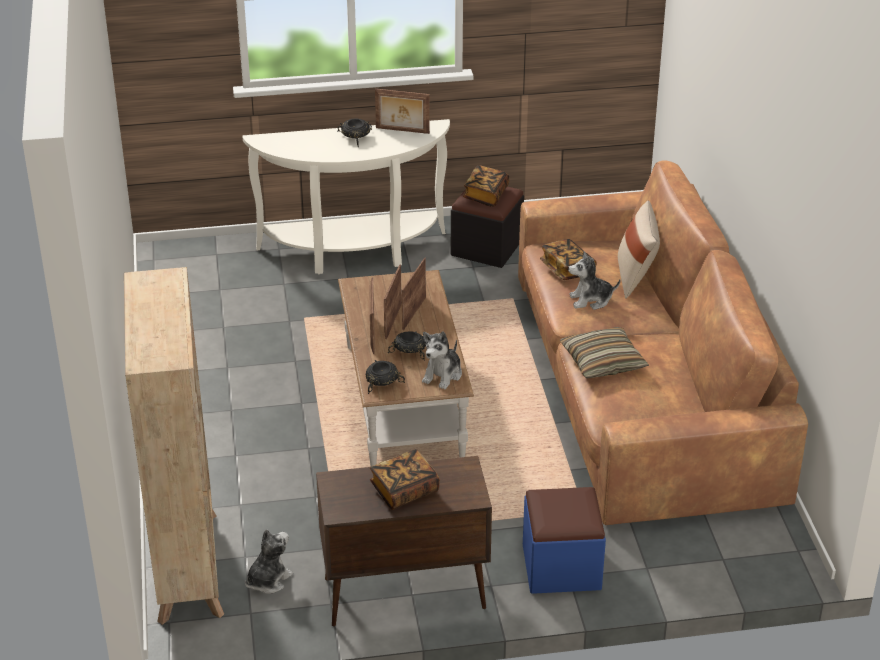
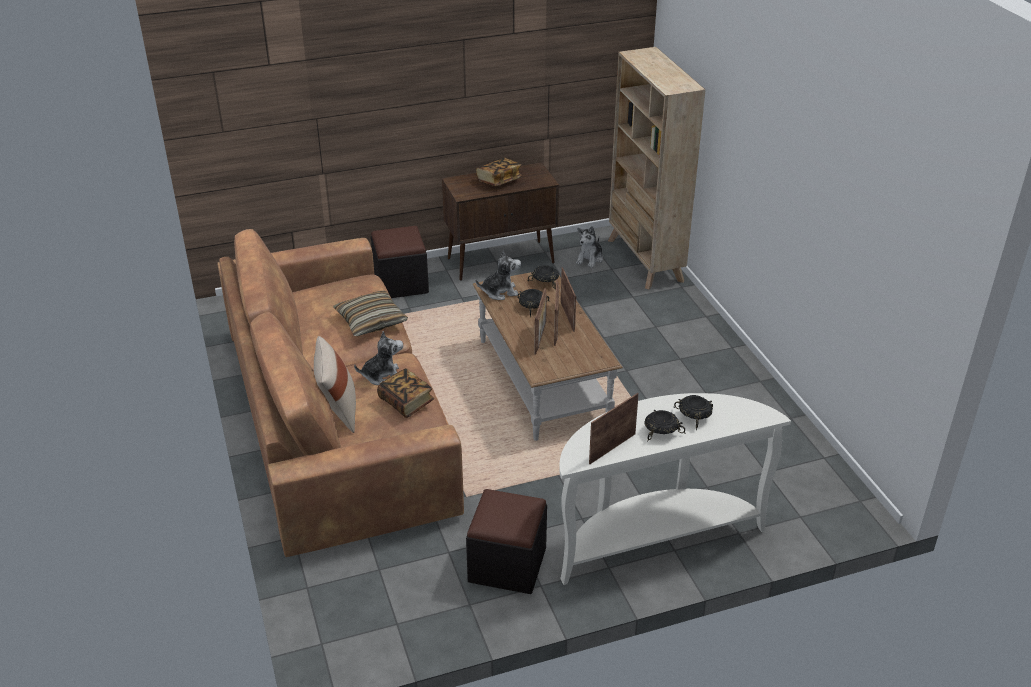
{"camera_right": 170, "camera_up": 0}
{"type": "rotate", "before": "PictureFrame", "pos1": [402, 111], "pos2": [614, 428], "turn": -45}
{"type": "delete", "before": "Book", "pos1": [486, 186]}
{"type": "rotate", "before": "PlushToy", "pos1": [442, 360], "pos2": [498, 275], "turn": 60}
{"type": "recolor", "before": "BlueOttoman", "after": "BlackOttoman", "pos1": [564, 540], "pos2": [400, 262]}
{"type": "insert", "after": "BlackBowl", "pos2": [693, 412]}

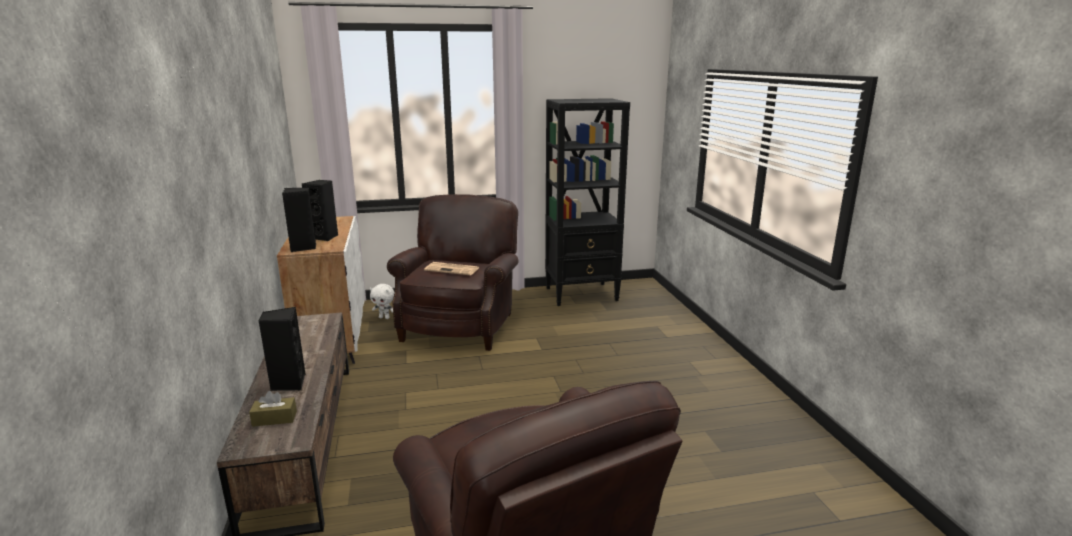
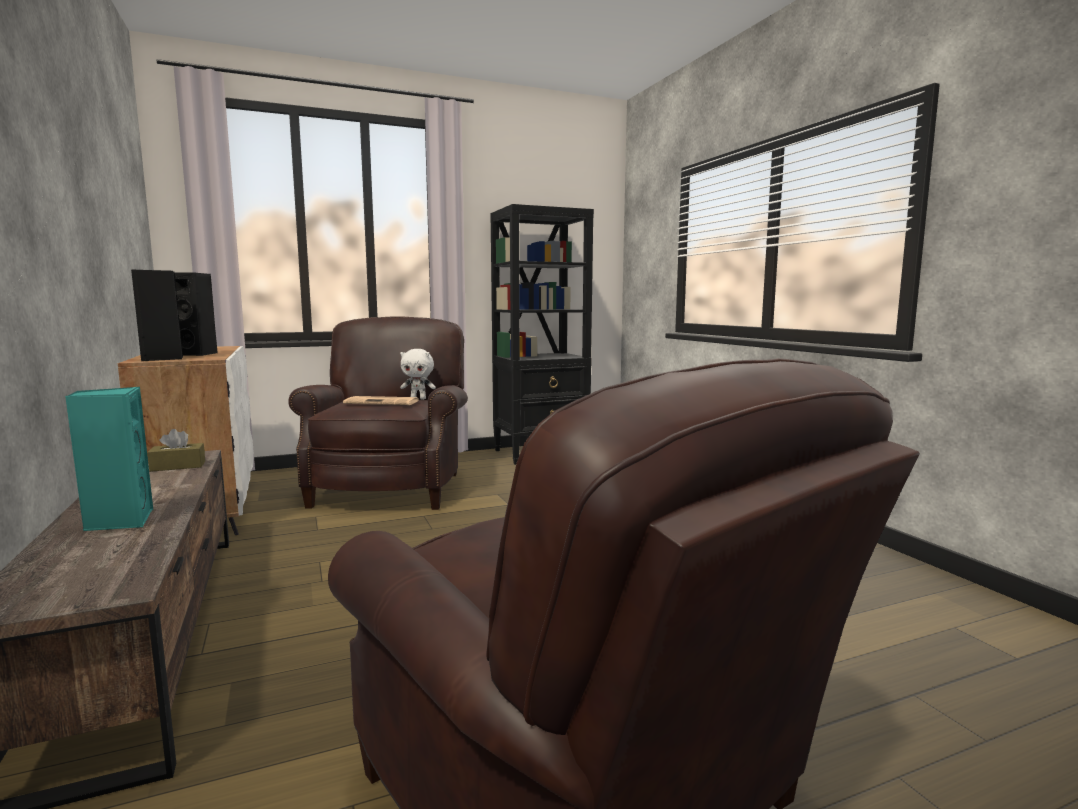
{"camera_right": -10, "camera_up": -10}
{"type": "move", "before": "WhitePlushToy", "pos1": [382, 301], "pos2": [418, 374]}
{"type": "recolor", "before": "BlackSpeaker", "after": "TurquoiseSpeaker", "pos1": [282, 349], "pos2": [109, 459]}
{"type": "move", "before": "BrownTissueBox", "pos1": [273, 409], "pos2": [176, 450]}

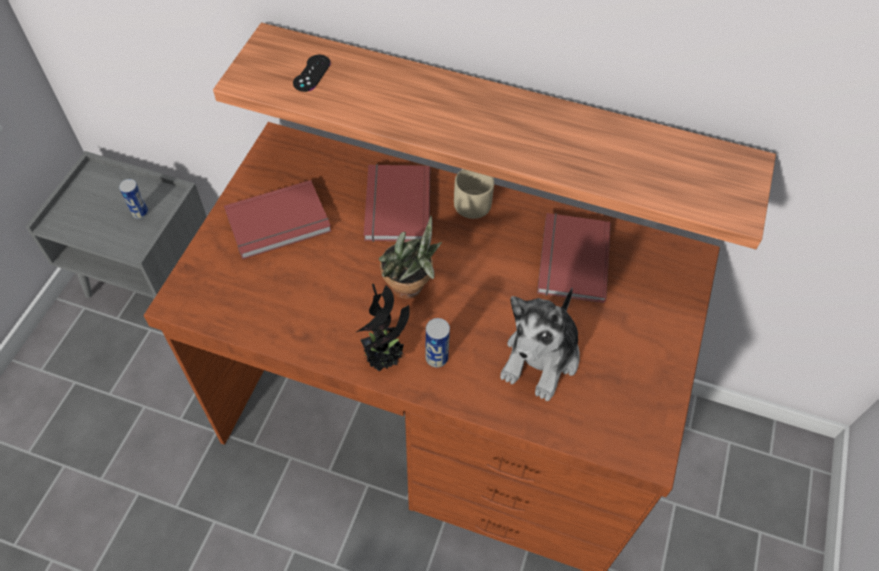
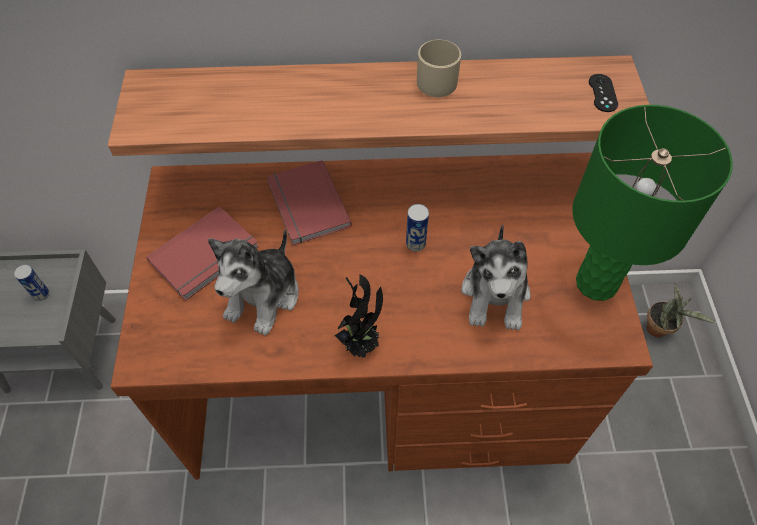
{"camera_right": -20, "camera_up": 0}
{"type": "move", "before": "BlackGameController", "pos1": [312, 73], "pos2": [603, 93]}
{"type": "move", "before": "BeigeMug", "pos1": [474, 194], "pos2": [439, 68]}
{"type": "delete", "before": "RedBook", "pos1": [574, 258]}
{"type": "move", "before": "PottedPlant", "pos1": [410, 257], "pos2": [681, 310]}
{"type": "move", "before": "Can", "pos1": [437, 343], "pos2": [417, 228]}
{"type": "insert", "after": "GreenTableLamp", "pos2": [652, 203]}
{"type": "insert", "after": "PlushToy", "pos2": [253, 282]}

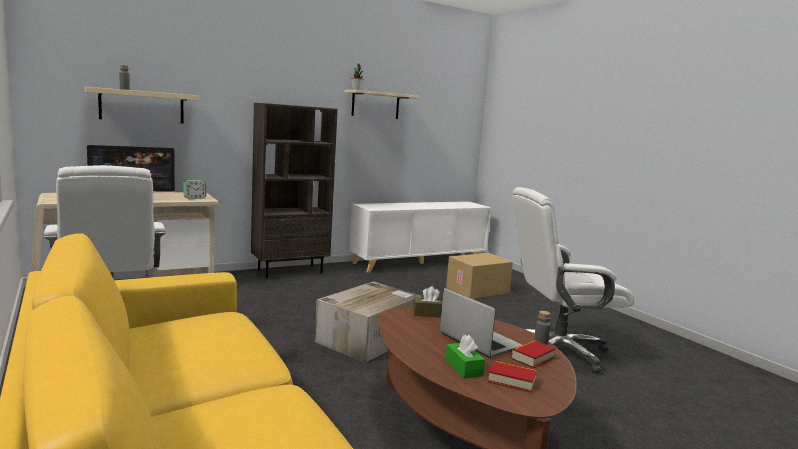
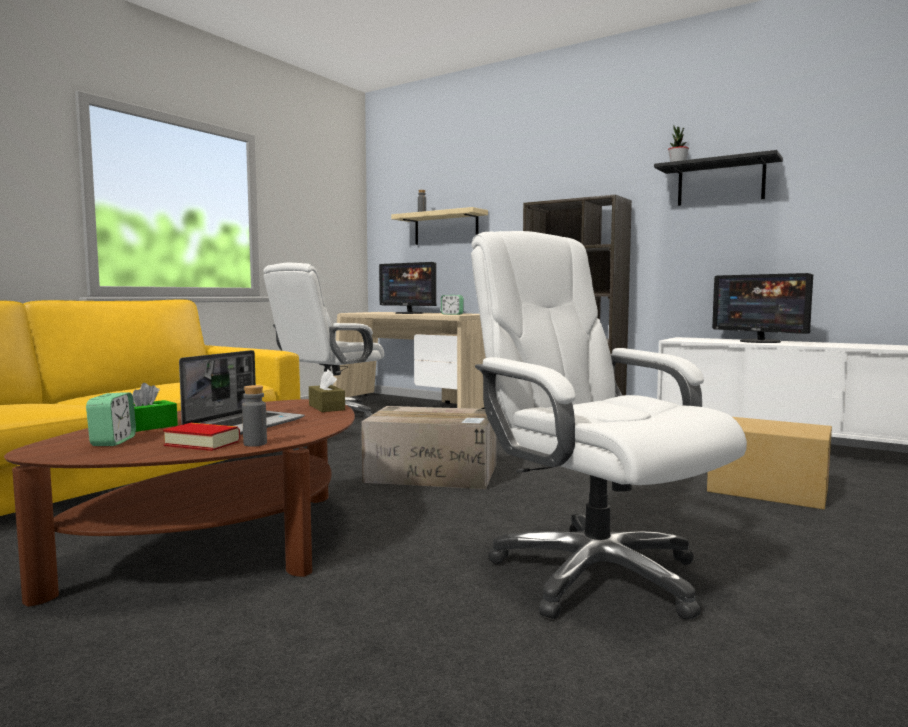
{"camera_right": 65, "camera_up": -5}
{"type": "recolor", "before": "BeigeShelf", "after": "BlackShelf", "pos1": [382, 104], "pos2": [718, 178]}
{"type": "replace", "before": "Book", "after": "AlarmClock", "pos1": [512, 376], "pos2": [111, 419]}
{"type": "insert", "after": "Monitor", "pos2": [762, 308]}

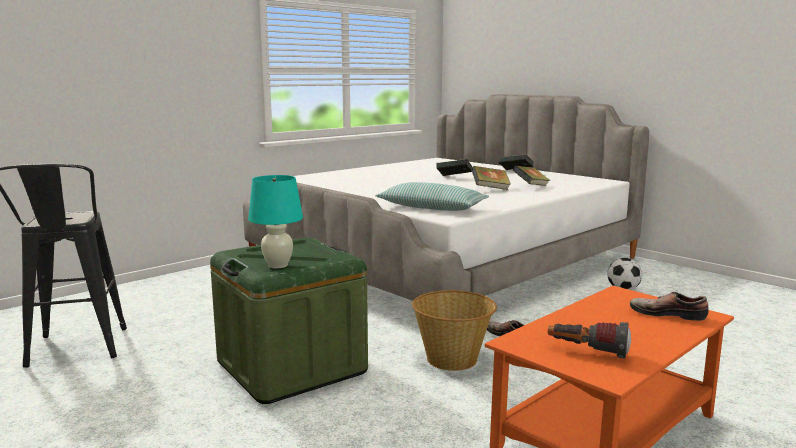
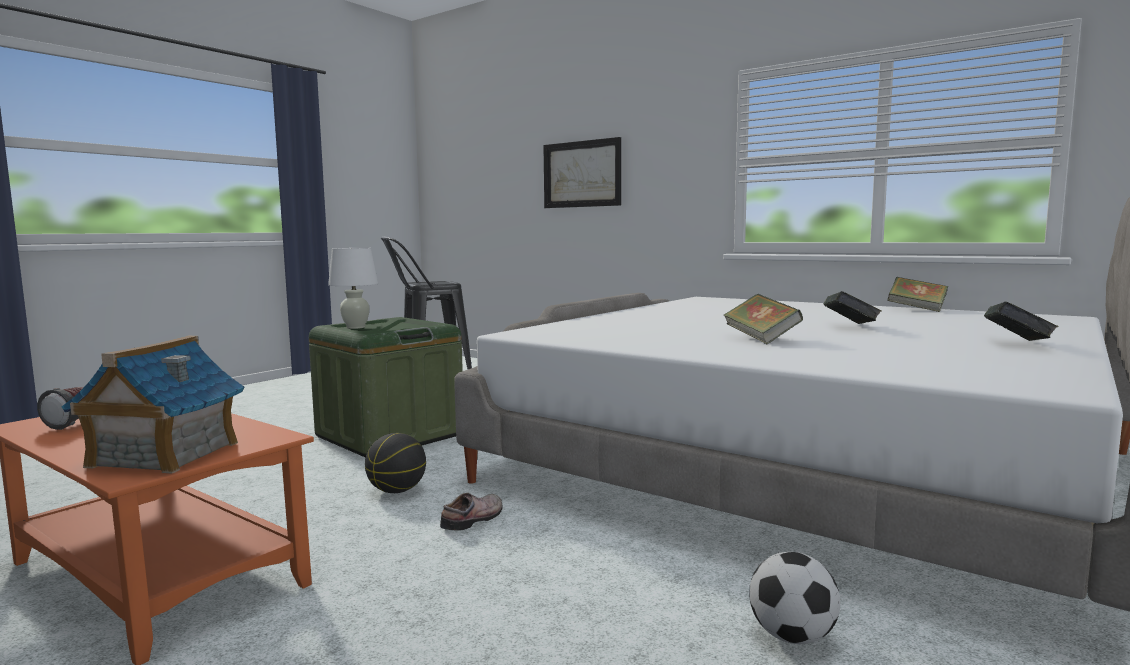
{"camera_right": 80, "camera_up": -5}
{"type": "move", "before": "Book", "pos1": [531, 176], "pos2": [917, 294]}
{"type": "recolor", "before": "TurquoiseTableLamp", "after": "WhiteTableLamp", "pos1": [275, 221], "pos2": [353, 288]}
{"type": "delete", "before": "Pillow", "pos1": [432, 196]}
{"type": "replace", "before": "Basket", "after": "Basketball", "pos1": [454, 330], "pos2": [395, 463]}
{"type": "replace", "before": "Shoe", "after": "ToyHouse", "pos1": [669, 306], "pos2": [152, 404]}
{"type": "insert", "after": "Picture", "pos2": [582, 172]}

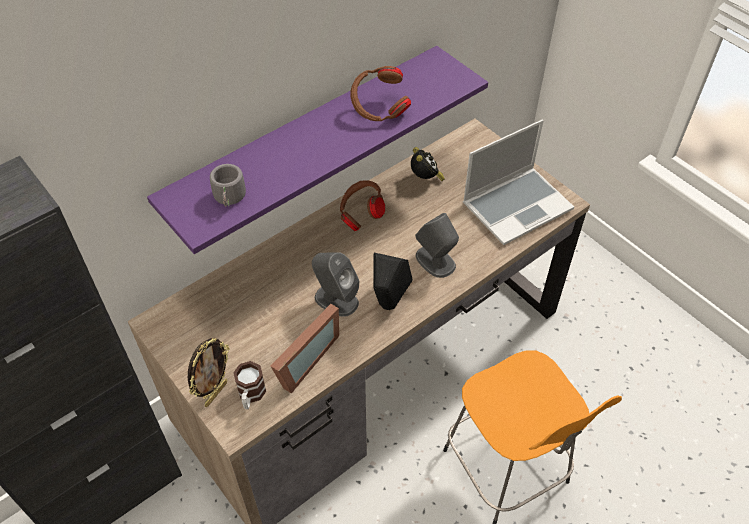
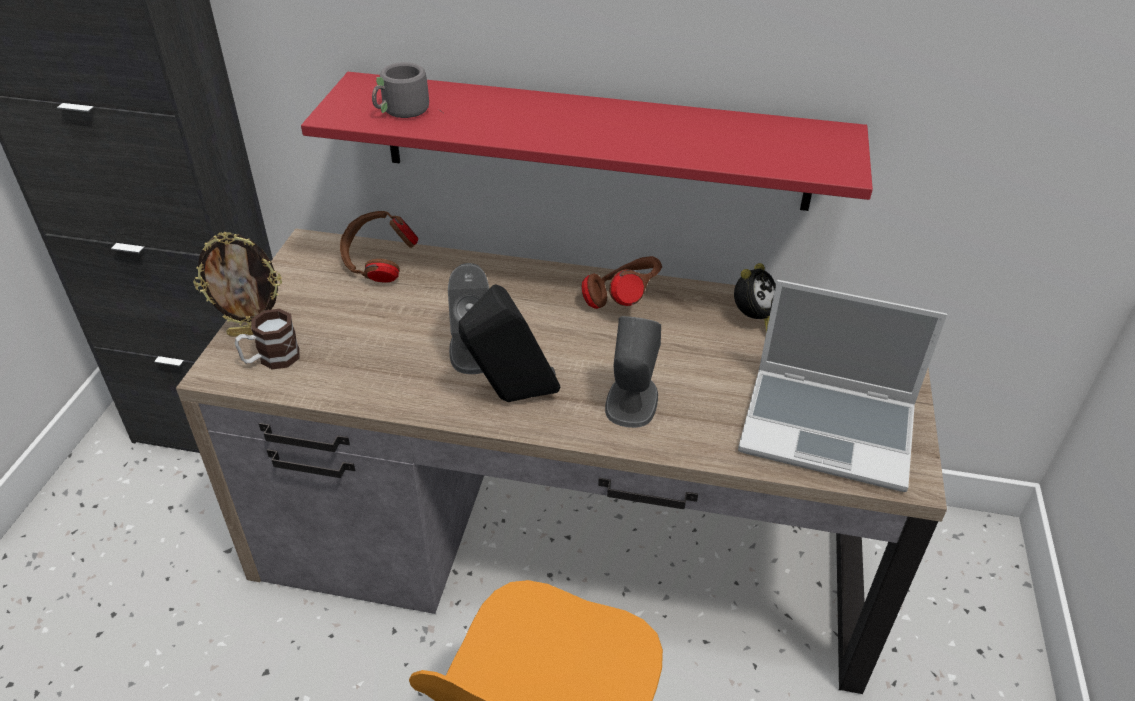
{"camera_right": 50, "camera_up": -10}
{"type": "recolor", "before": "PurpleShelf", "after": "RedShelf", "pos1": [317, 150], "pos2": [587, 141]}
{"type": "move", "before": "BrownHeadphones", "pos1": [380, 93], "pos2": [379, 247]}
{"type": "delete", "before": "PictureFrame", "pos1": [304, 349]}

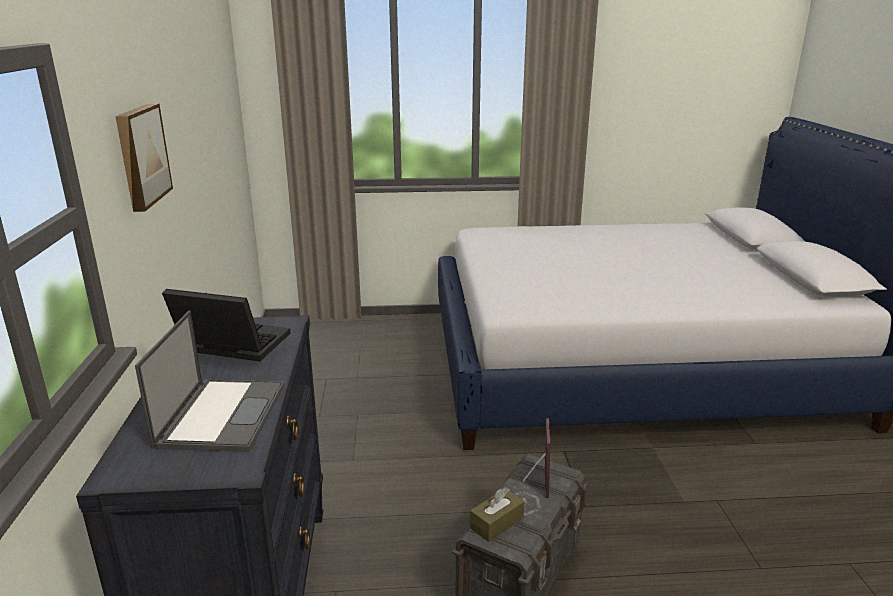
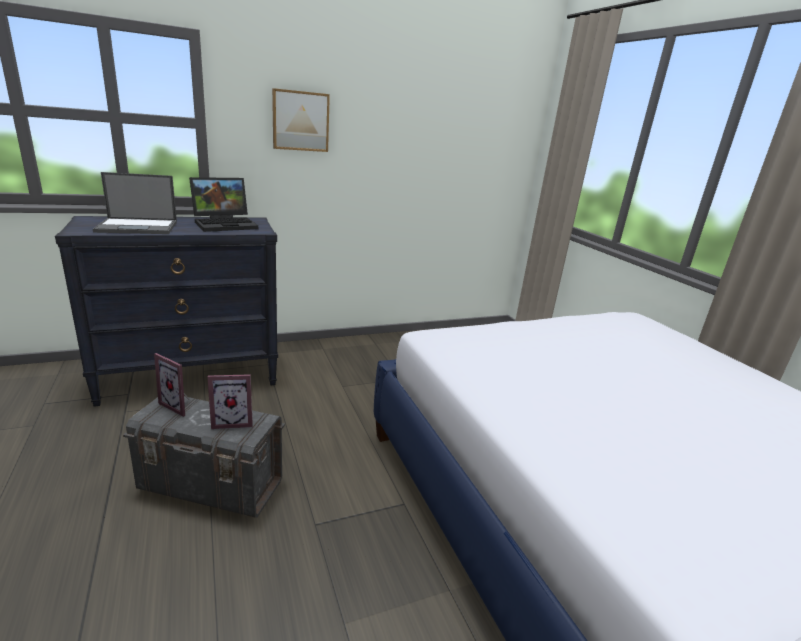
{"camera_right": 70, "camera_up": 0}
{"type": "rotate", "before": "Laptop", "pos1": [226, 325], "pos2": [223, 204], "turn": 60}
{"type": "replace", "before": "BrownTissueBox", "after": "PictureFrame", "pos1": [497, 514], "pos2": [172, 385]}

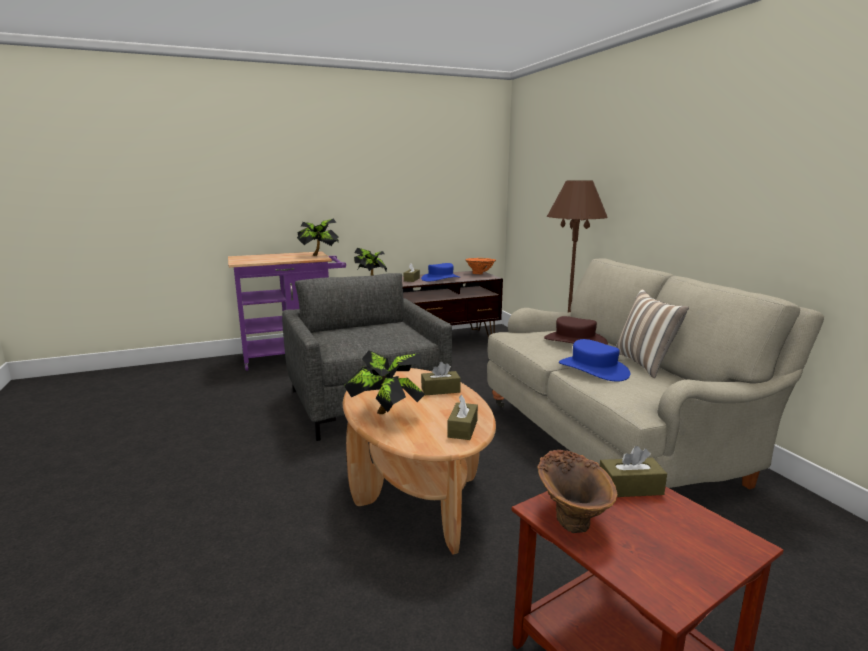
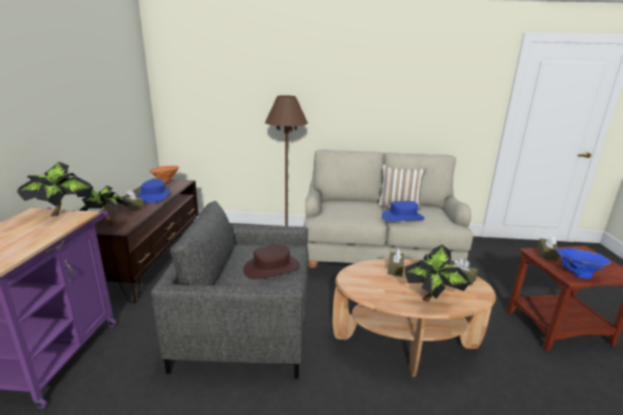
{"camera_right": -65, "camera_up": 5}
{"type": "move", "before": "BrownHat", "pos1": [576, 330], "pos2": [271, 261]}
{"type": "recolor", "before": "BrownVase", "after": "BlueVase", "pos1": [577, 491], "pos2": [583, 263]}

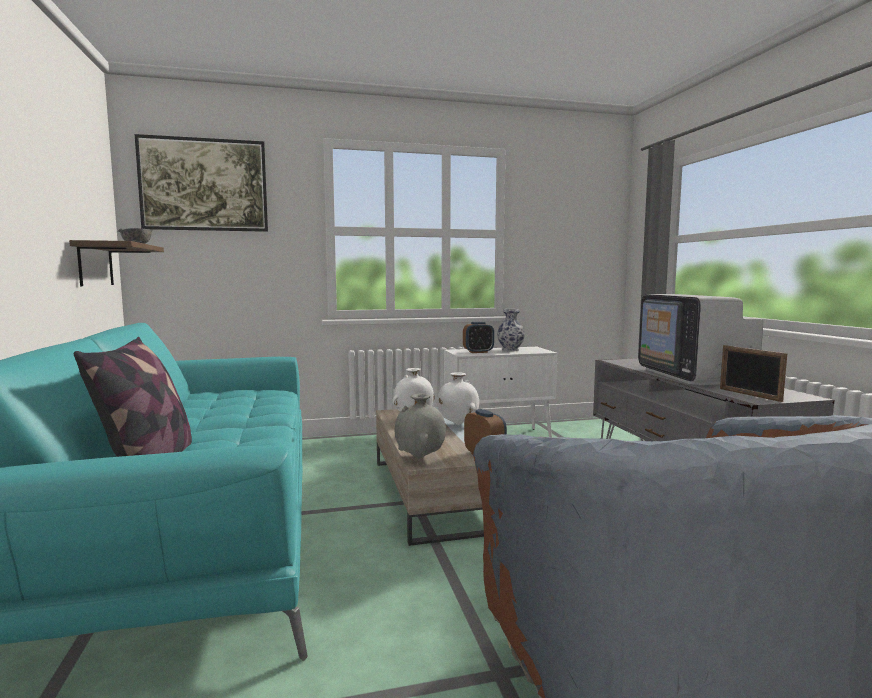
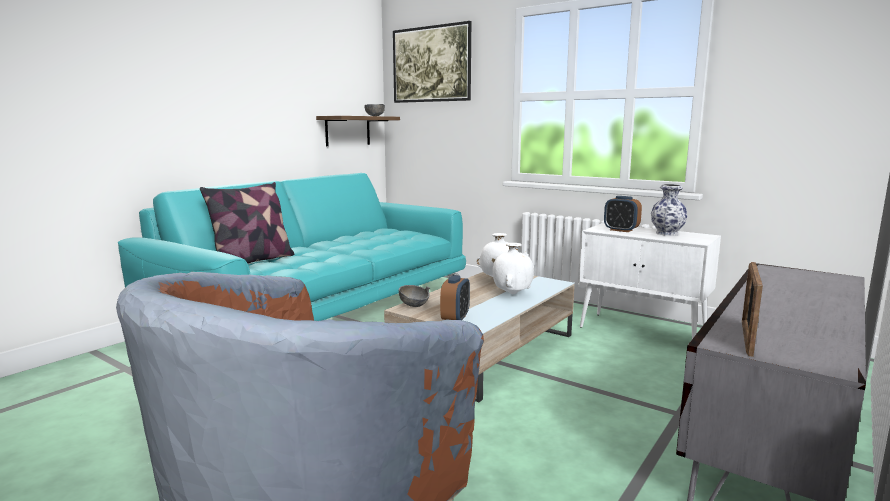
{"camera_right": 50, "camera_up": 5}
{"type": "delete", "before": "Television", "pos1": [701, 339]}
{"type": "replace", "before": "GreyVase", "after": "GreyBowl", "pos1": [420, 425], "pos2": [414, 296]}

